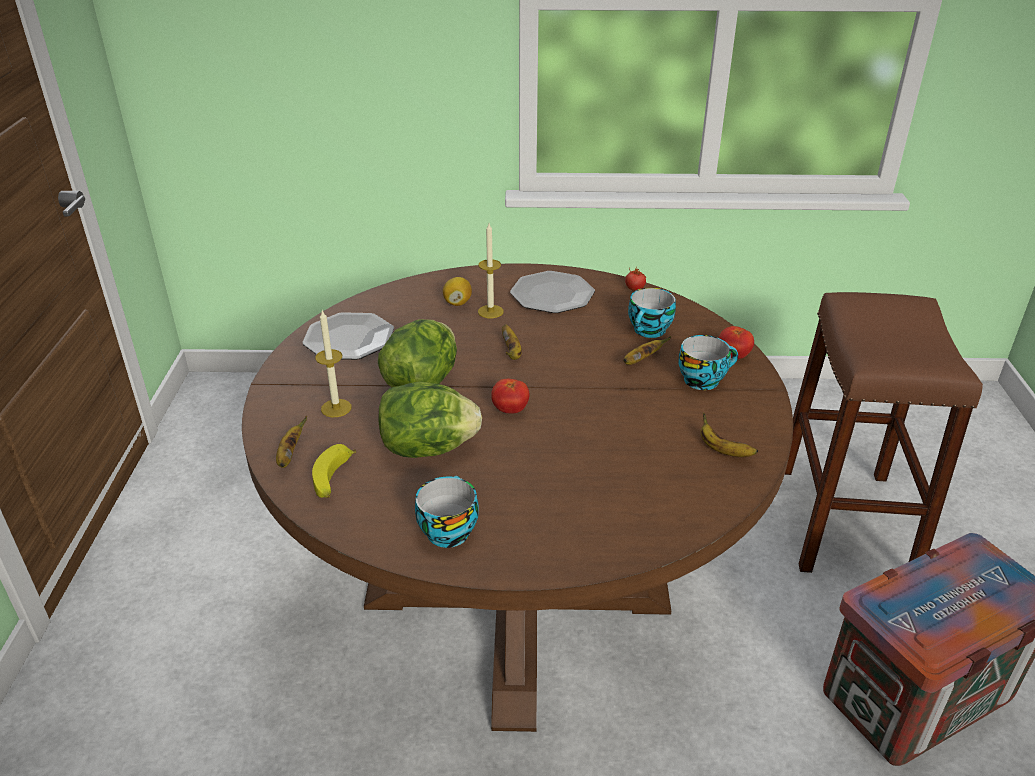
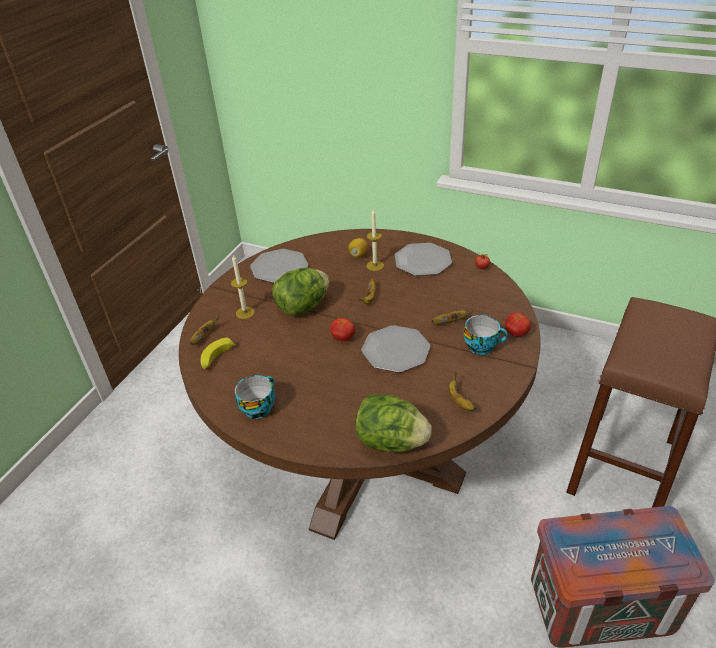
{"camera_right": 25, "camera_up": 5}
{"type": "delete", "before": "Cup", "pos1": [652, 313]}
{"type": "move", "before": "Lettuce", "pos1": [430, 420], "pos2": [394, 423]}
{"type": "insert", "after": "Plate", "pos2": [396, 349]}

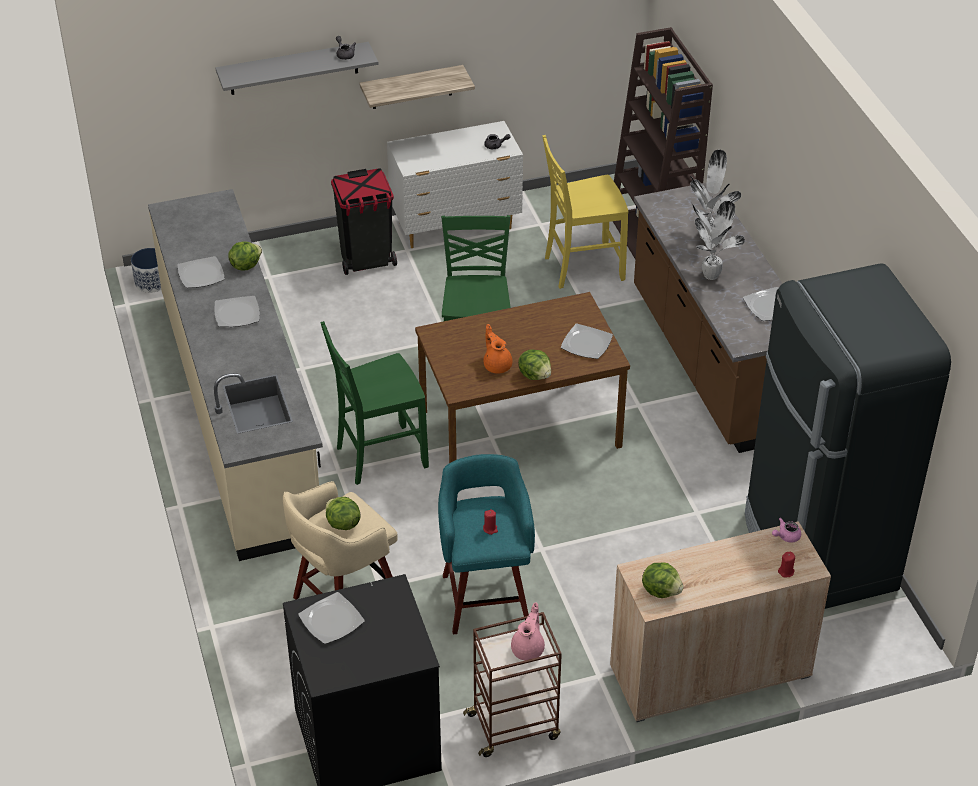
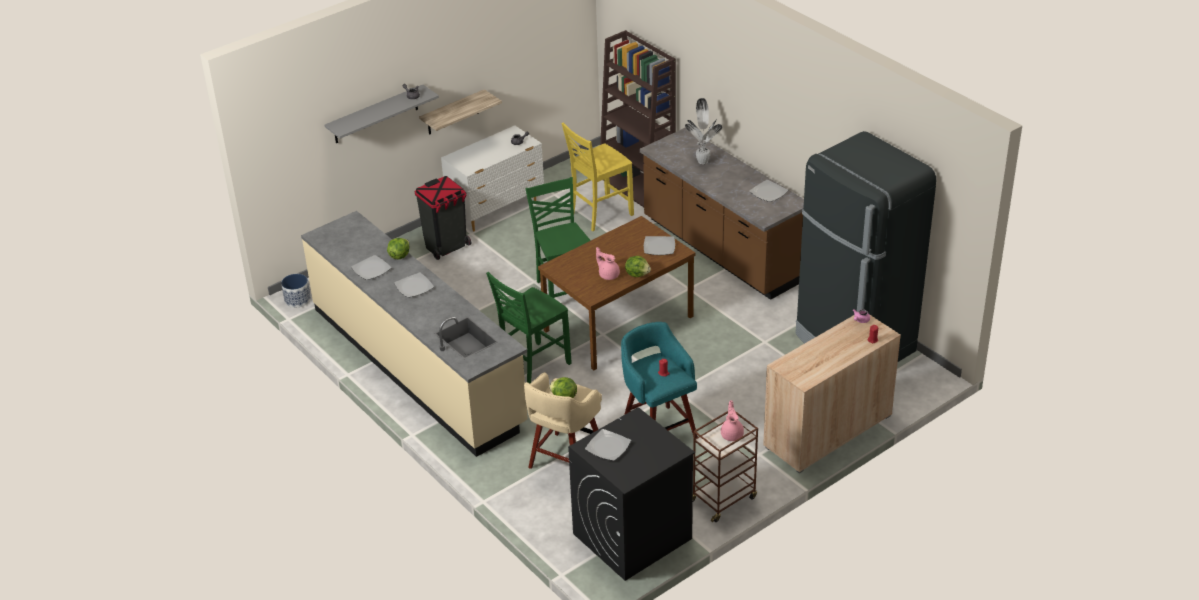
{"camera_right": -20, "camera_up": -5}
{"type": "delete", "before": "PottedPlant", "pos1": [718, 240]}
{"type": "recolor", "before": "OrangeTeapot", "after": "PinkTeapot", "pos1": [497, 349], "pos2": [608, 263]}
{"type": "delete", "before": "Lettuce", "pos1": [662, 580]}

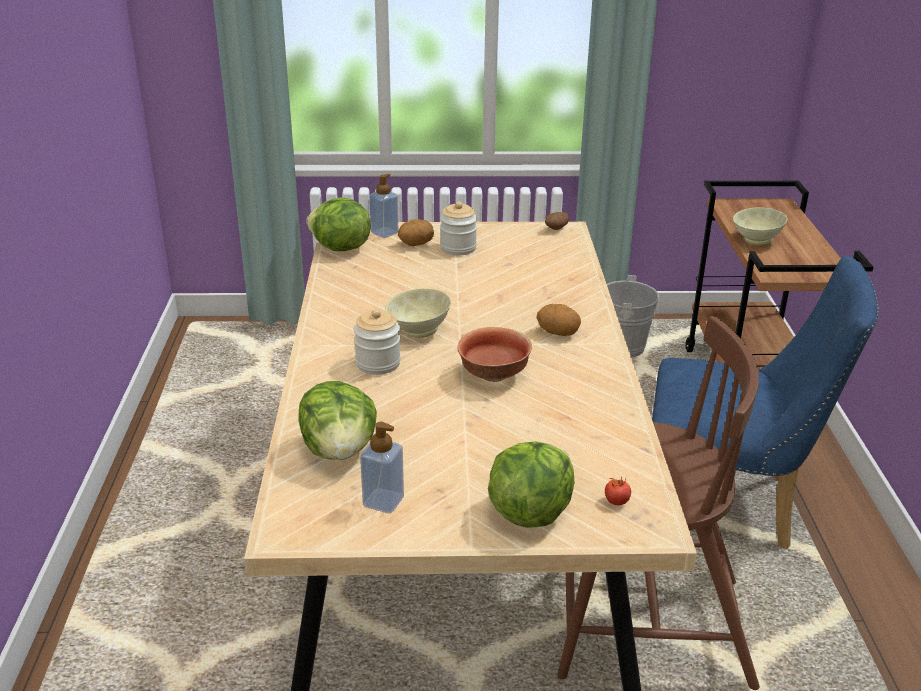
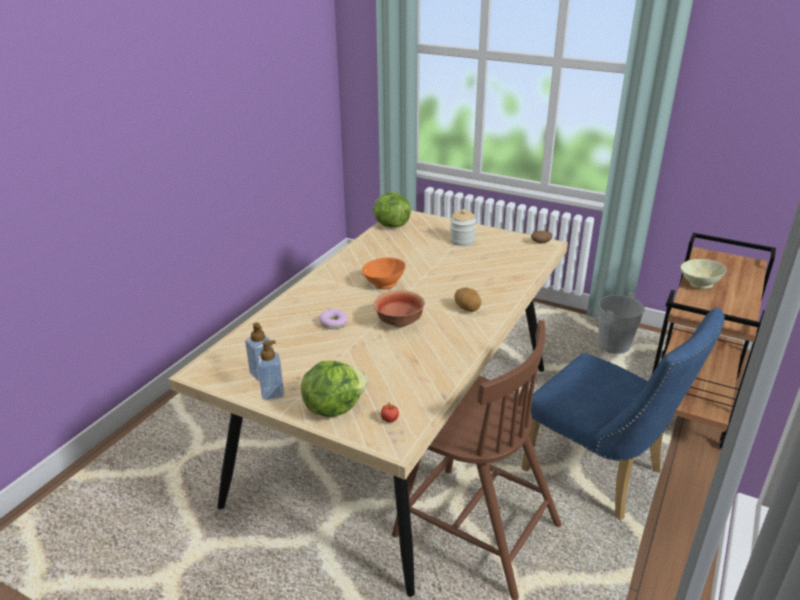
{"camera_right": 30, "camera_up": 0}
{"type": "move", "before": "SoapDispenser", "pos1": [383, 206], "pos2": [270, 370]}
{"type": "delete", "before": "Potato", "pos1": [416, 232]}
{"type": "recolor", "before": "BeigeBowl", "after": "OrangeBowl", "pos1": [418, 313], "pos2": [384, 273]}
{"type": "delete", "before": "Jar", "pos1": [377, 342]}
{"type": "delete", "before": "Lettuce", "pos1": [337, 420]}
{"type": "insert", "after": "Donut", "pos2": [333, 319]}

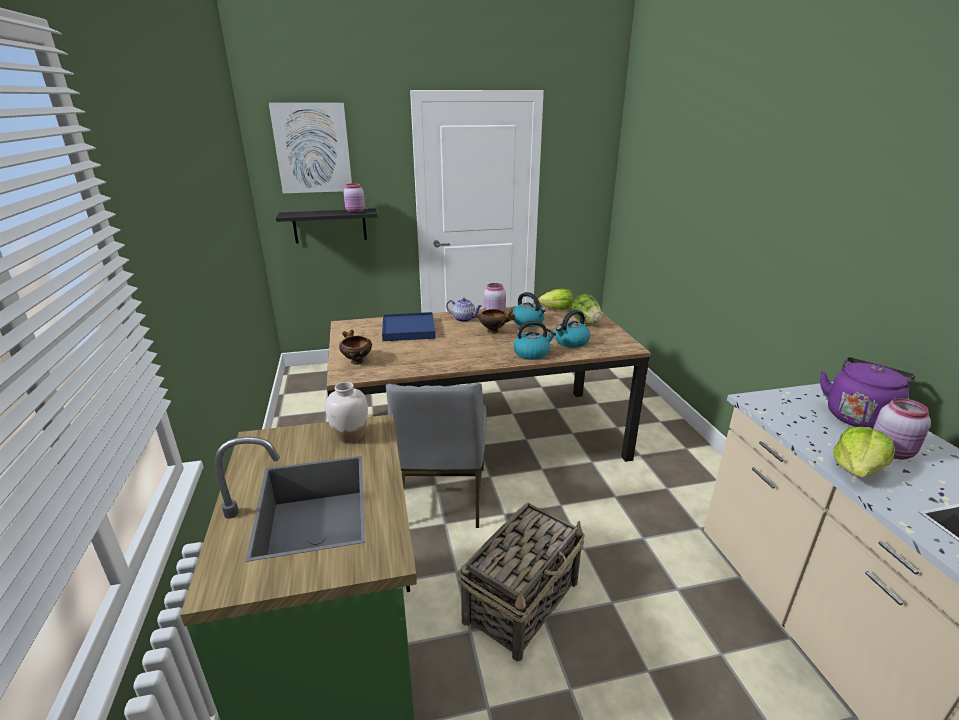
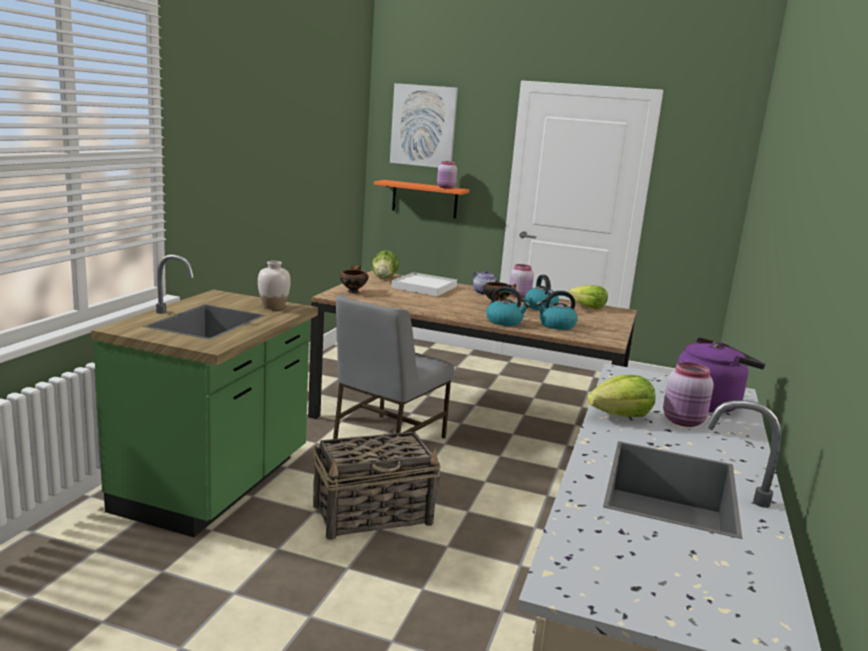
{"camera_right": 30, "camera_up": -10}
{"type": "recolor", "before": "BlackShelf", "after": "OrangeShelf", "pos1": [326, 226], "pos2": [421, 199]}
{"type": "move", "before": "Lettuce", "pos1": [586, 309], "pos2": [385, 264]}
{"type": "recolor", "before": "BlueTray", "after": "WhiteTray", "pos1": [409, 326], "pos2": [424, 284]}

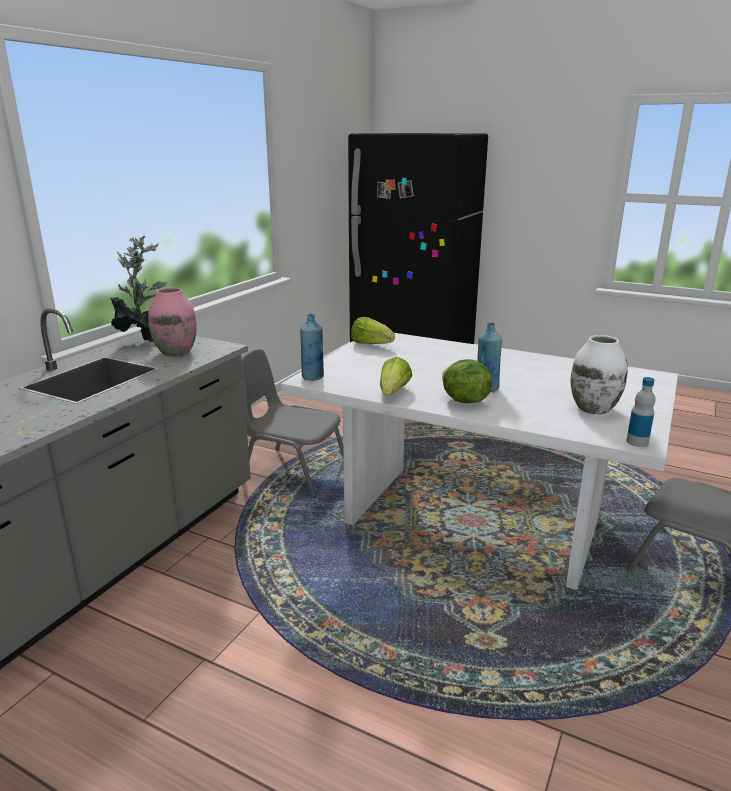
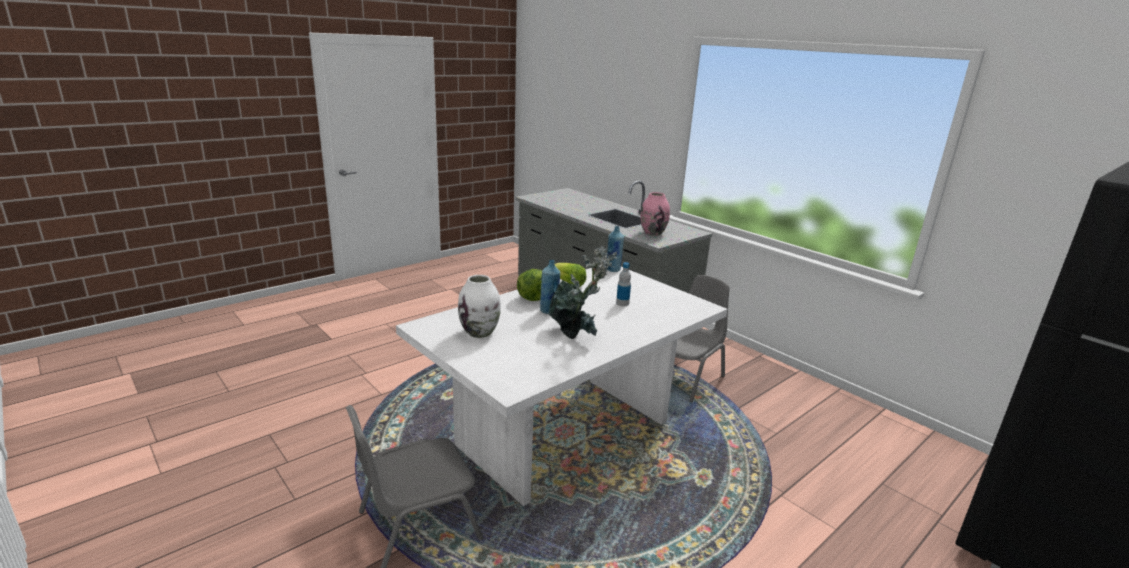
{"camera_right": 110, "camera_up": 0}
{"type": "move", "before": "PottedPlant", "pos1": [139, 289], "pos2": [583, 292]}
{"type": "delete", "before": "Lettuce", "pos1": [373, 330]}
{"type": "move", "before": "Bottle", "pos1": [641, 412], "pos2": [623, 284]}

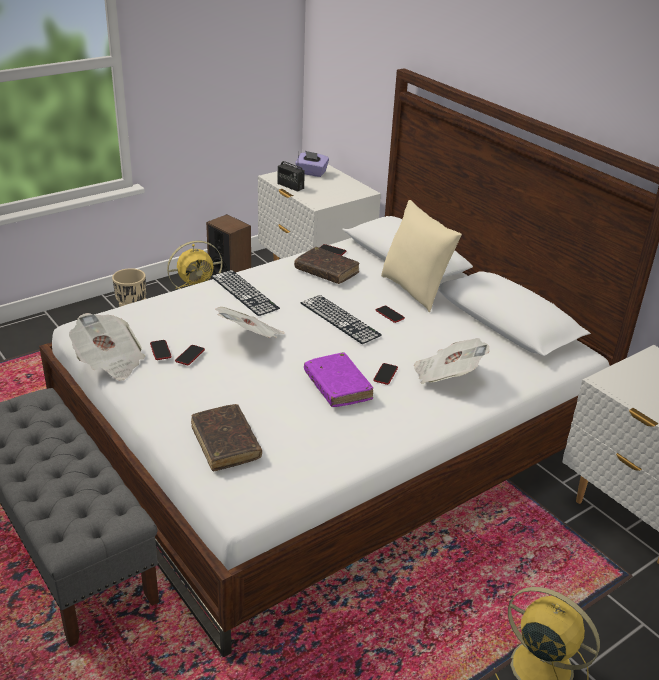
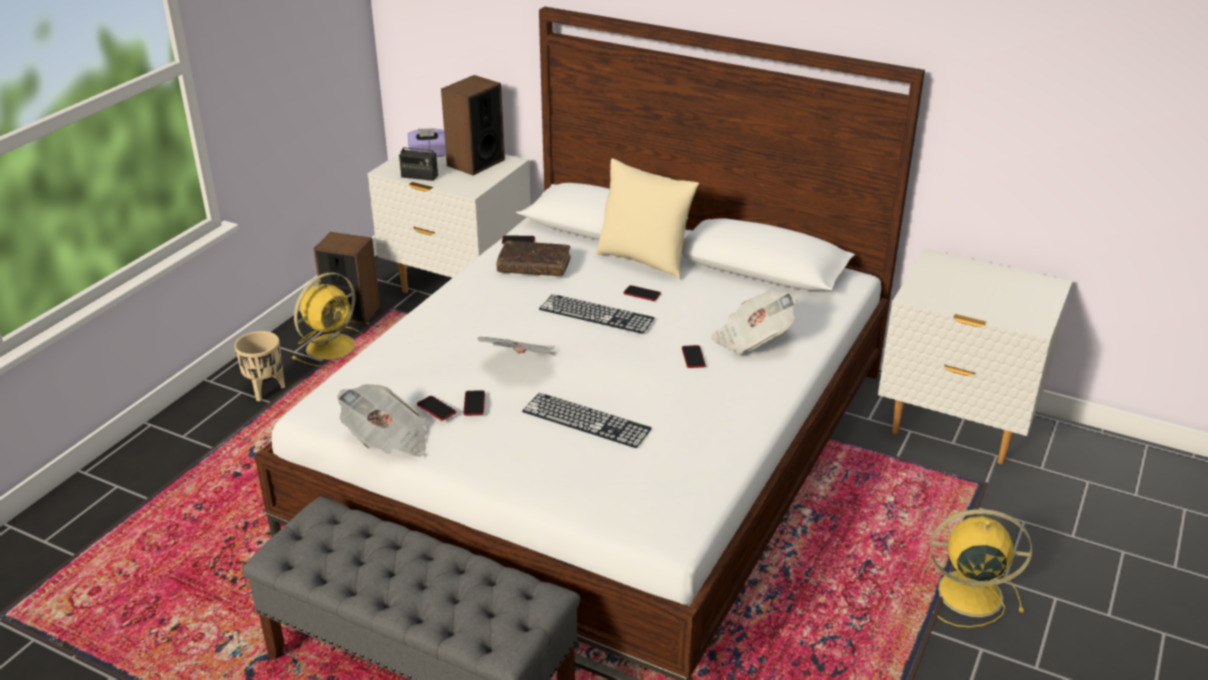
{"camera_right": -25, "camera_up": 0}
{"type": "move", "before": "Keyboard", "pos1": [245, 293], "pos2": [587, 420]}
{"type": "delete", "before": "PurpleBook", "pos1": [338, 379]}
{"type": "delete", "before": "BrownBook", "pos1": [226, 437]}
{"type": "insert", "after": "Speaker", "pos2": [473, 125]}

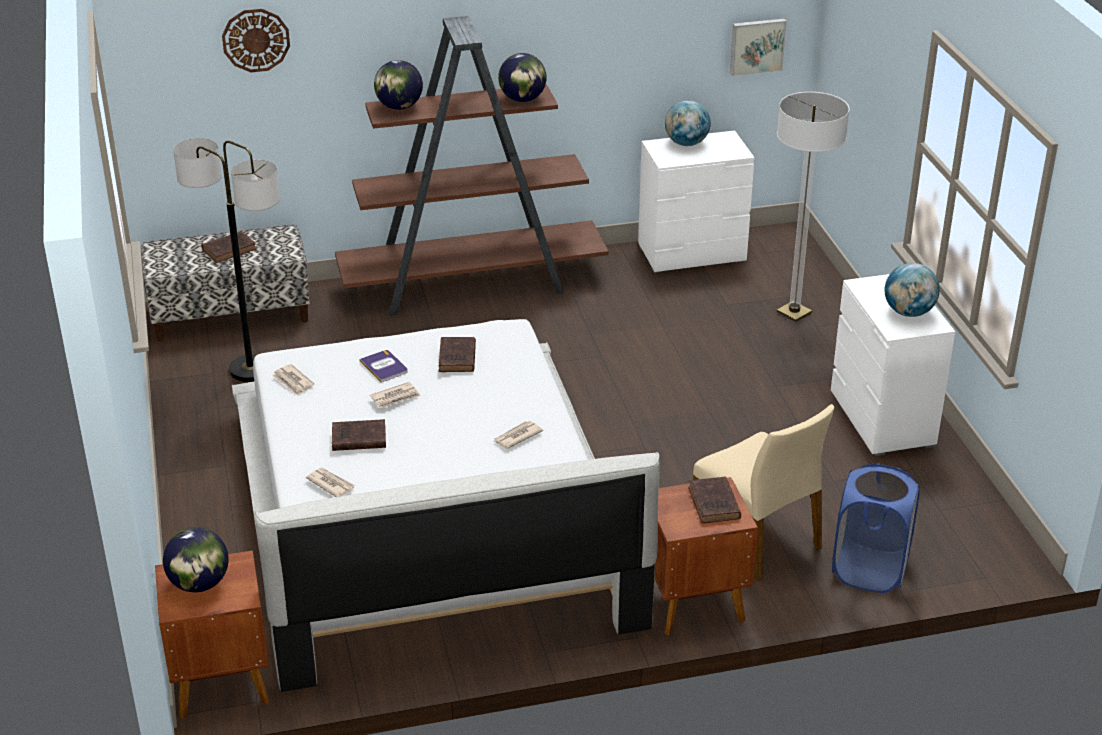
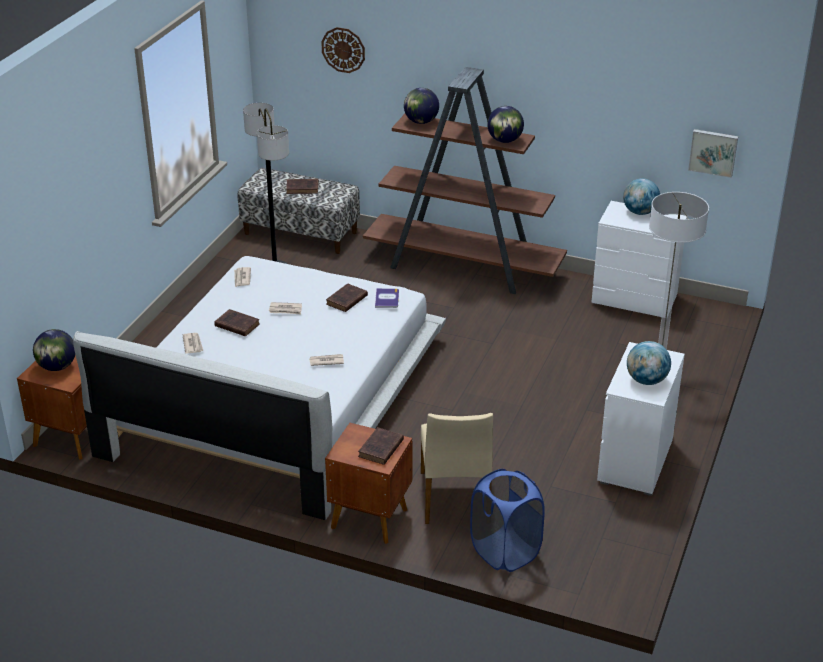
{"camera_right": 35, "camera_up": 0}
{"type": "move", "before": "Book", "pos1": [383, 366], "pos2": [387, 298]}

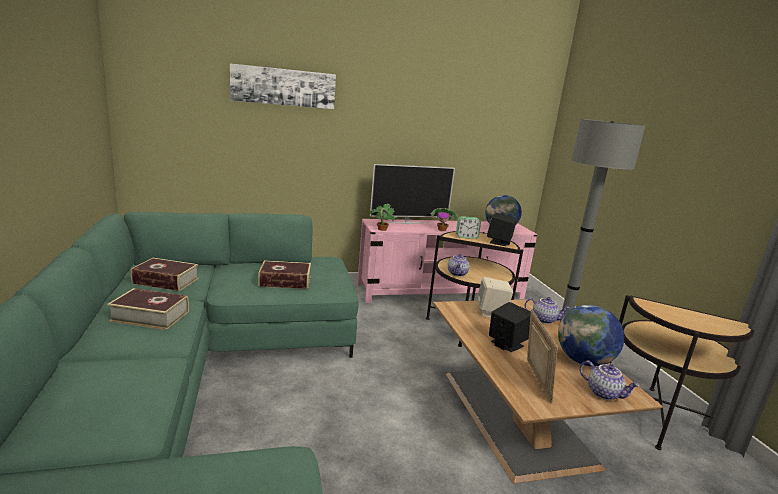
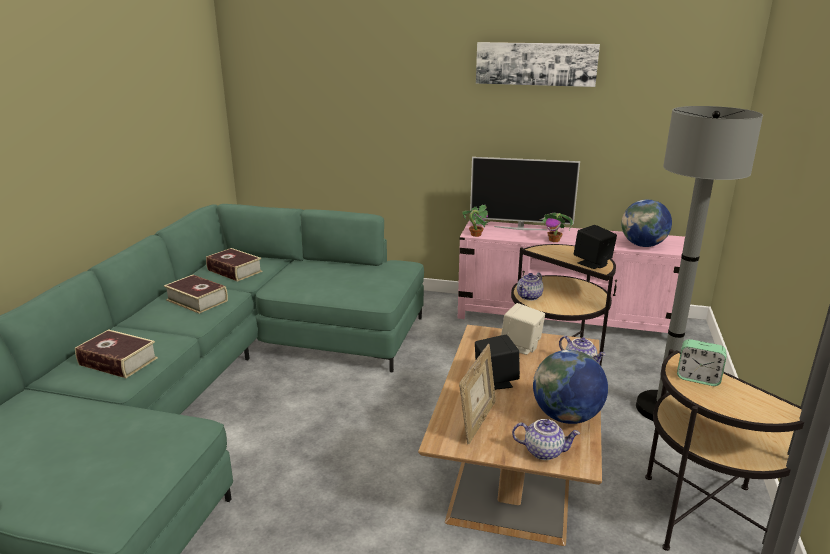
{"camera_right": 30, "camera_up": 5}
{"type": "move", "before": "Picture", "pos1": [283, 86], "pos2": [538, 64]}
{"type": "move", "before": "AlarmClock", "pos1": [468, 227], "pos2": [701, 362]}
{"type": "move", "before": "Book", "pos1": [284, 275], "pos2": [116, 353]}
{"type": "rotate", "before": "Teapot", "pos1": [609, 380], "pos2": [546, 439], "turn": -60}

